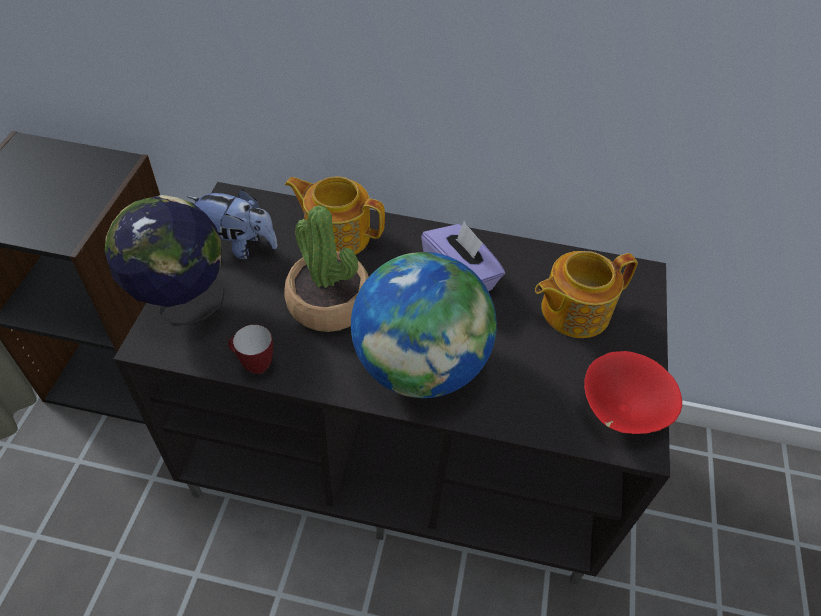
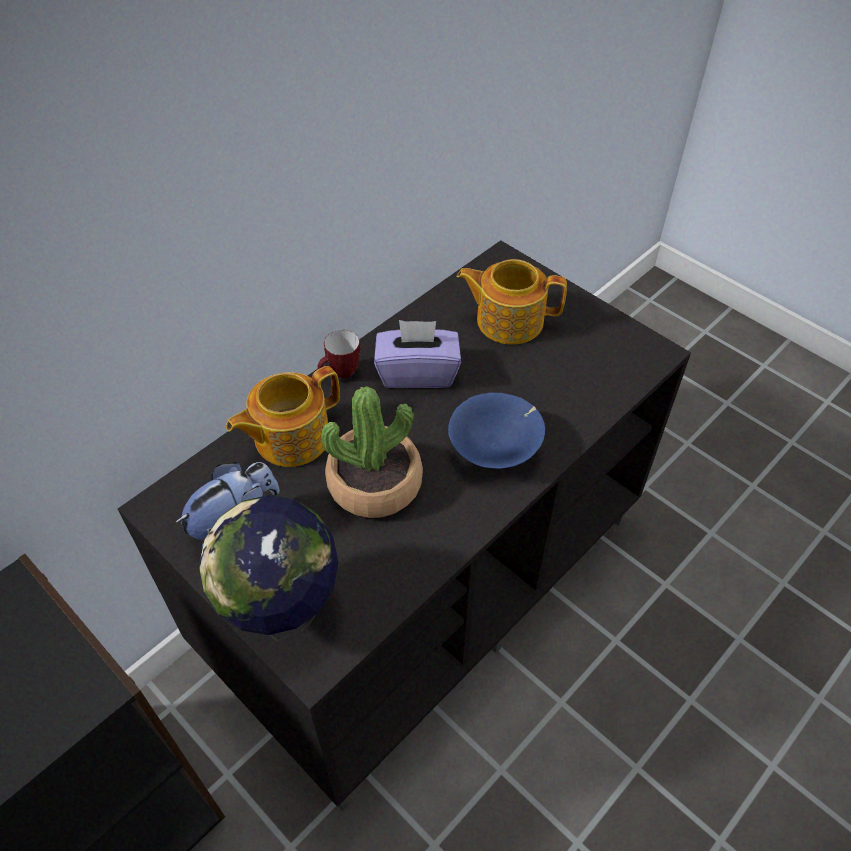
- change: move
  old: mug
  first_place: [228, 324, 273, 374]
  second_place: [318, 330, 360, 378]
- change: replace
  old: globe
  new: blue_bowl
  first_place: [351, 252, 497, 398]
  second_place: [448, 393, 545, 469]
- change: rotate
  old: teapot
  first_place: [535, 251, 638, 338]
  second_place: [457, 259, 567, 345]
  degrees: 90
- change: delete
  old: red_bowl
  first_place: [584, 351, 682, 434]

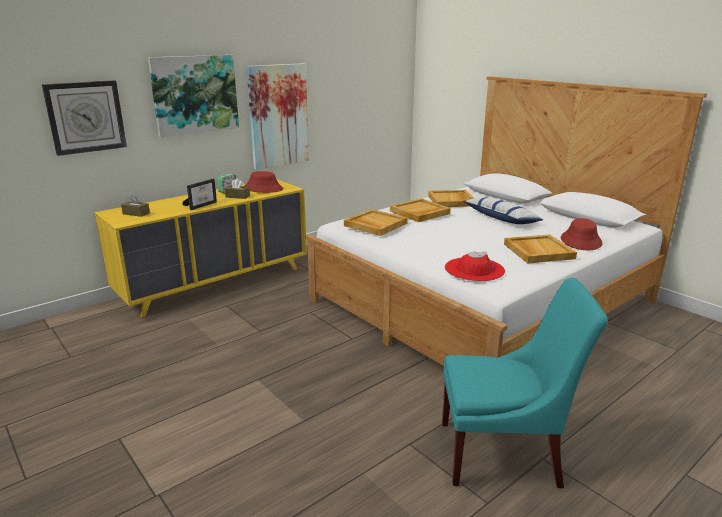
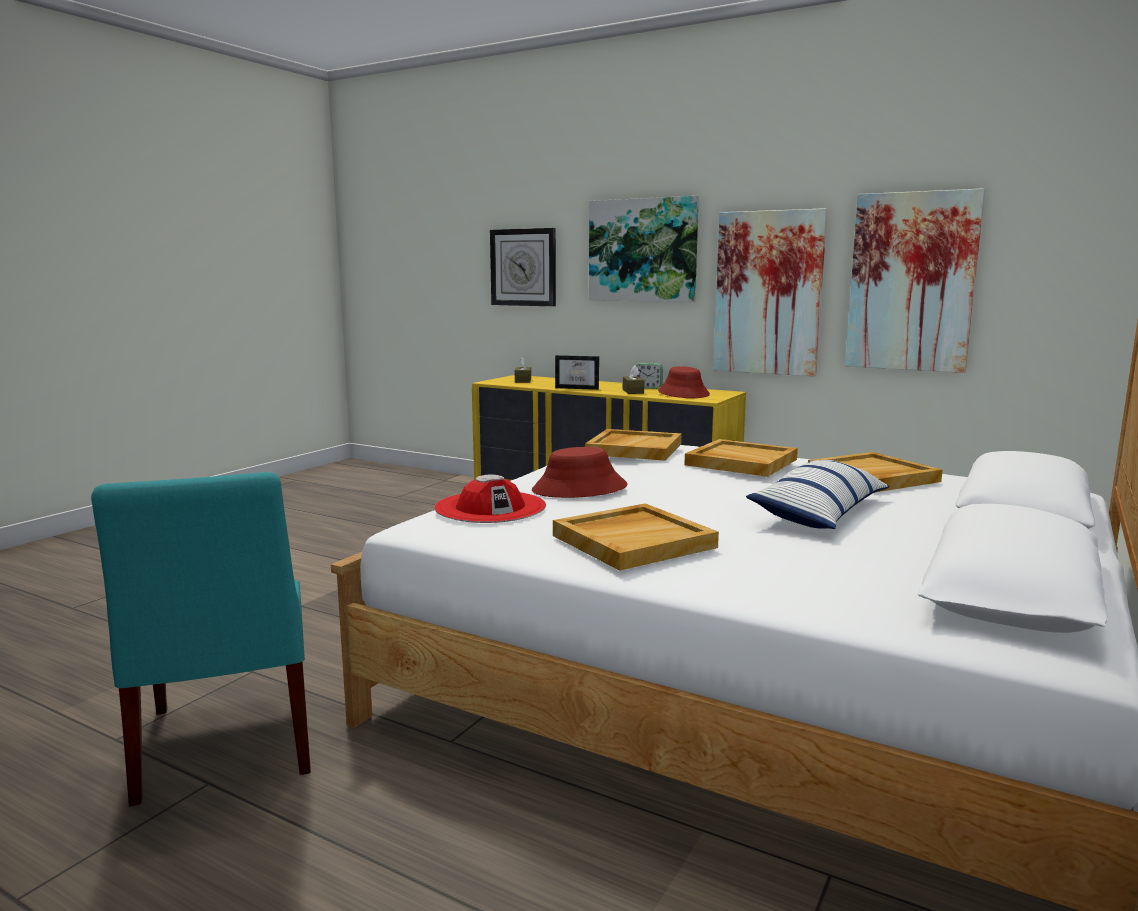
- change: move
  old: red_hat
  first_place: [561, 218, 603, 250]
  second_place: [532, 447, 628, 498]
- change: insert
  new: picture
  second_place: [845, 188, 985, 373]

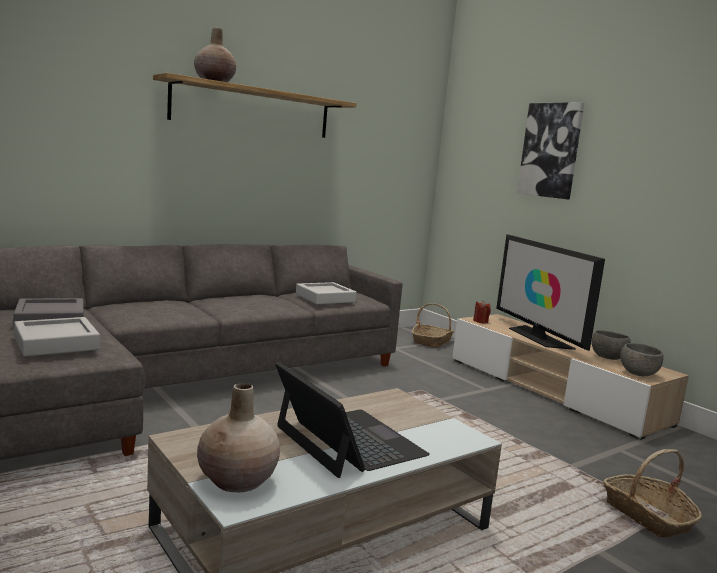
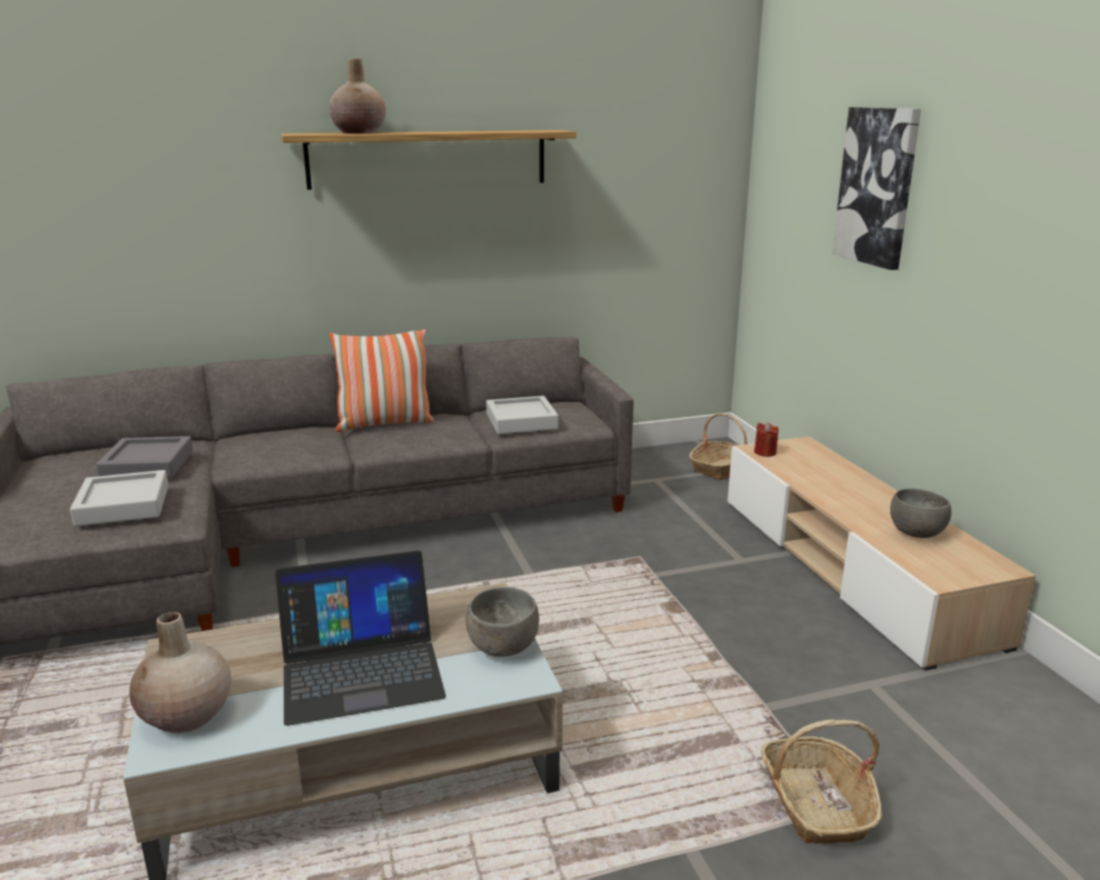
- change: rotate
  old: laptop
  first_place: [275, 362, 430, 478]
  second_place: [275, 551, 446, 726]
  degrees: 90
- change: insert
  new: pillow
  second_place: [329, 329, 434, 432]
- change: move
  old: grey_bowl
  first_place: [620, 343, 663, 376]
  second_place: [465, 587, 539, 657]
- change: delete
  old: television
  first_place: [496, 234, 605, 351]

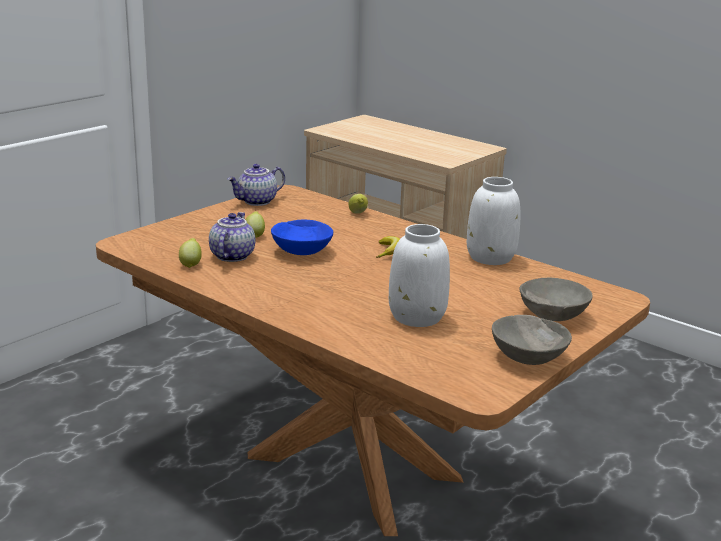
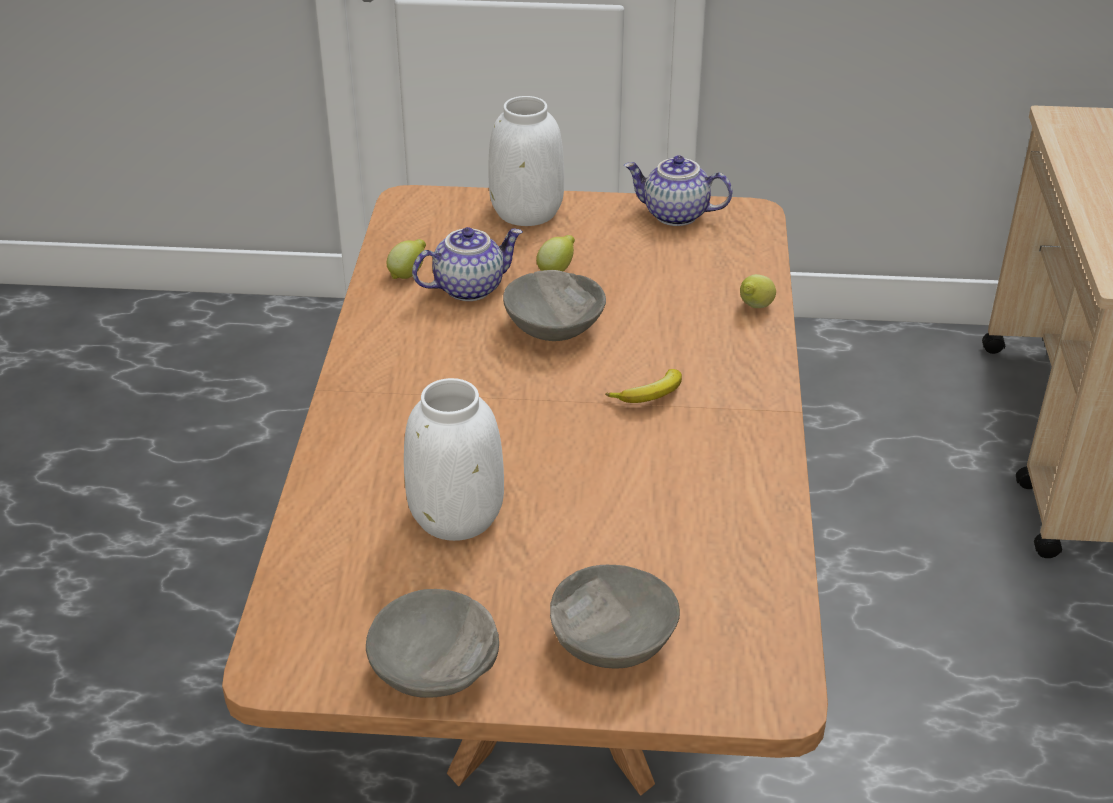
- change: move
  old: white_vase
  first_place: [467, 177, 521, 265]
  second_place: [488, 96, 564, 226]
- change: recolor
  old: blue_bowl
  new: grey_bowl
  first_place: [271, 220, 333, 255]
  second_place: [503, 270, 606, 341]

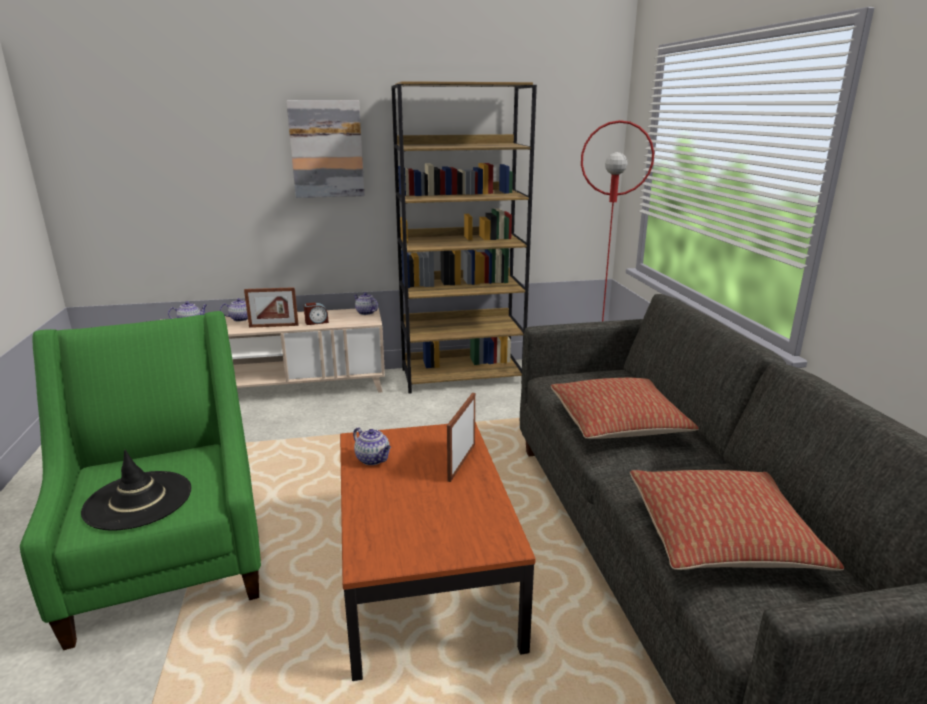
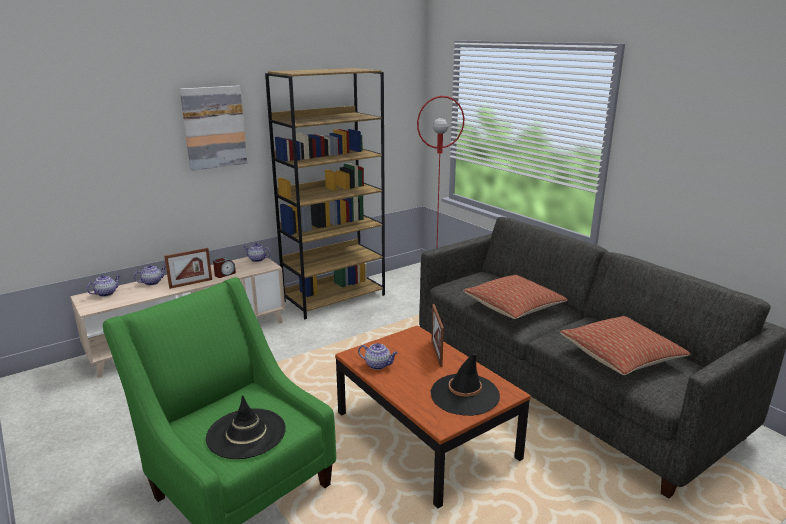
- change: insert
  new: black_hat
  second_place: [431, 353, 500, 416]

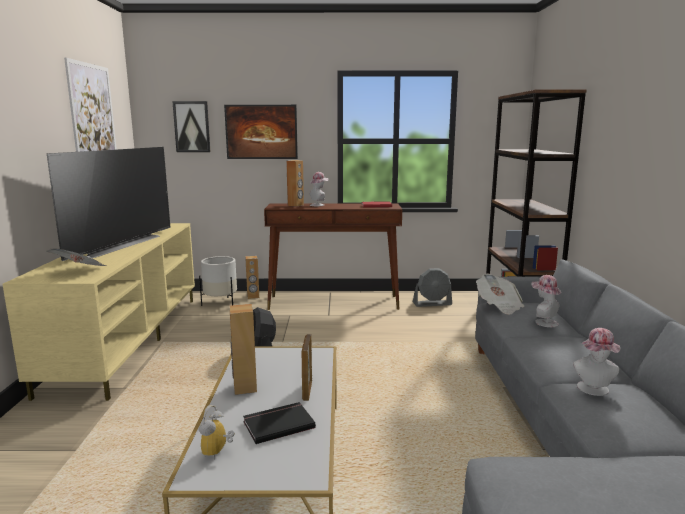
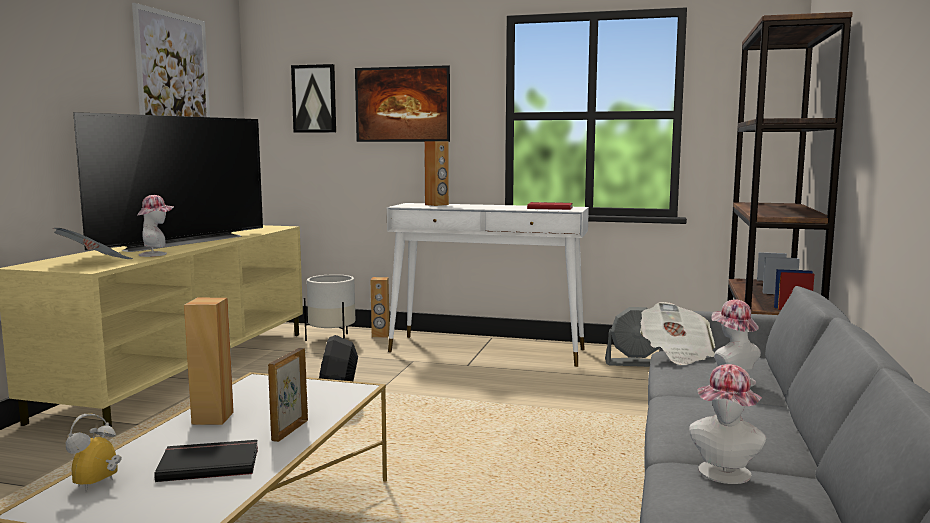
- change: move
  old: hat
  first_place: [310, 172, 328, 206]
  second_place: [137, 195, 174, 257]
- change: recolor
  old: brown_console_table
  new: white_console_table
  first_place: [264, 203, 402, 310]
  second_place: [387, 203, 589, 367]

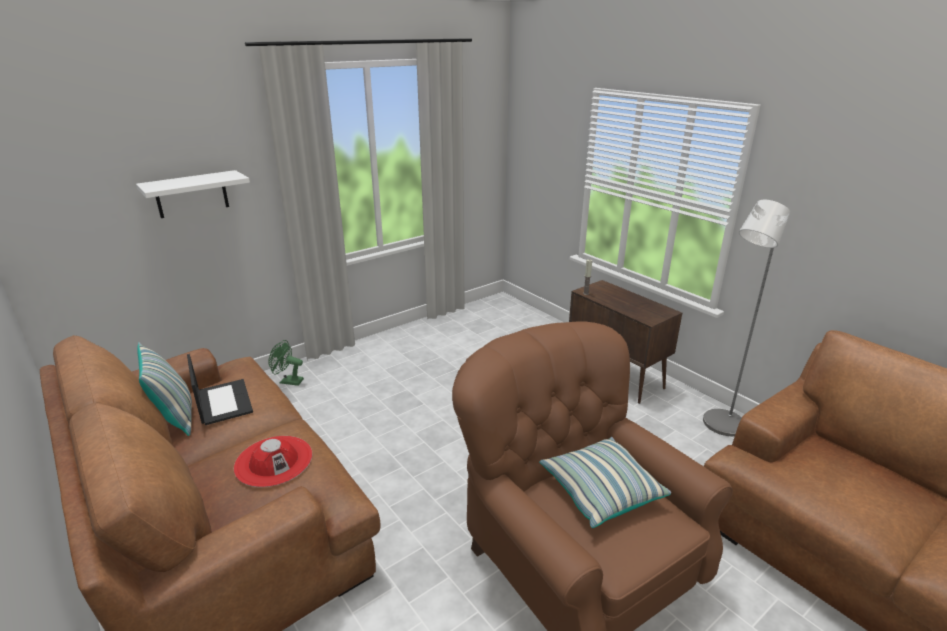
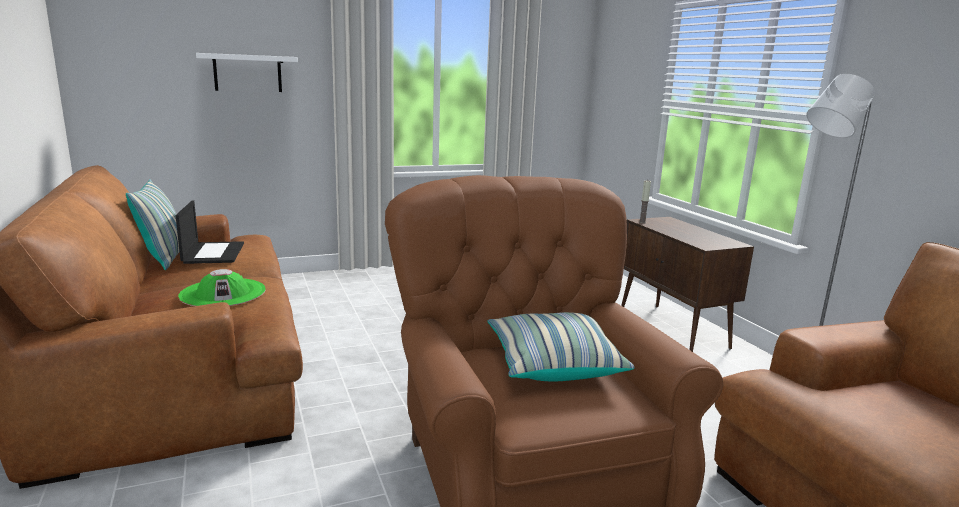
- change: recolor
  old: red_hat
  new: green_hat
  first_place: [234, 436, 312, 487]
  second_place: [178, 269, 266, 306]
- change: delete
  old: green_fan
  first_place: [269, 340, 304, 386]

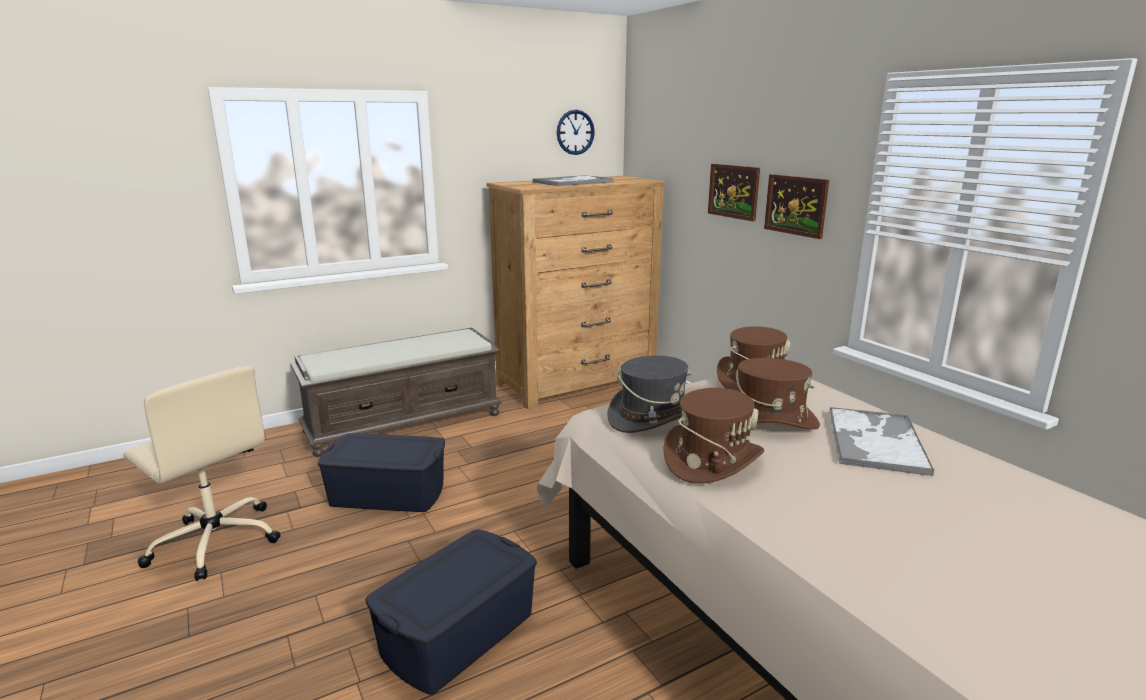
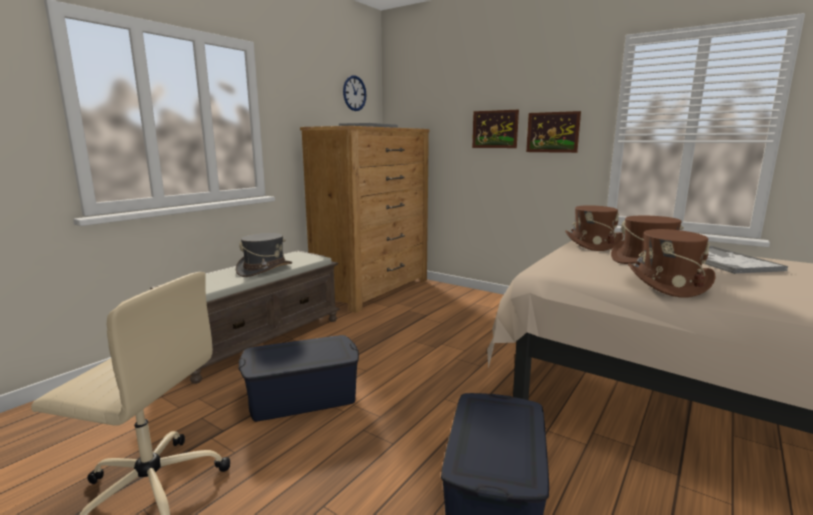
- change: move
  old: grey_hat
  first_place: [607, 356, 692, 433]
  second_place: [236, 233, 292, 277]

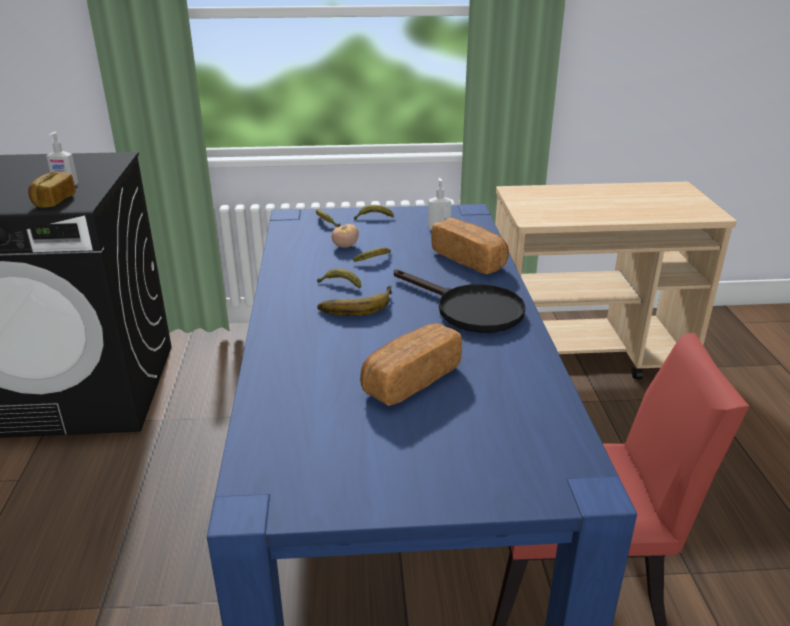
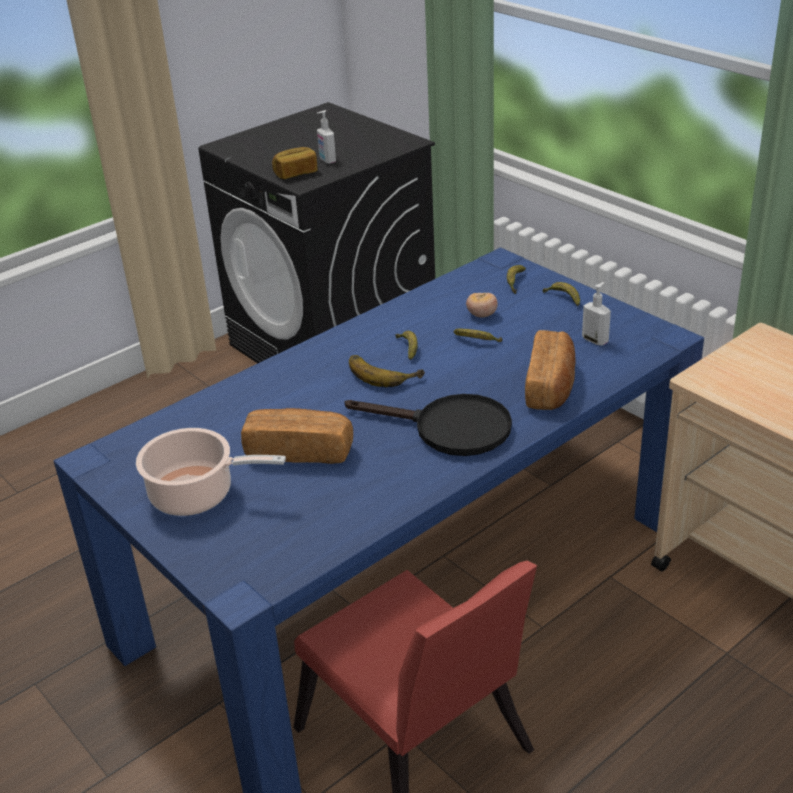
- change: insert
  new: cooking_pot
  second_place: [136, 428, 286, 516]
- change: rotate
  old: black_frying_pan
  first_place: [394, 269, 526, 333]
  second_place: [345, 394, 512, 456]
  degrees: -75

